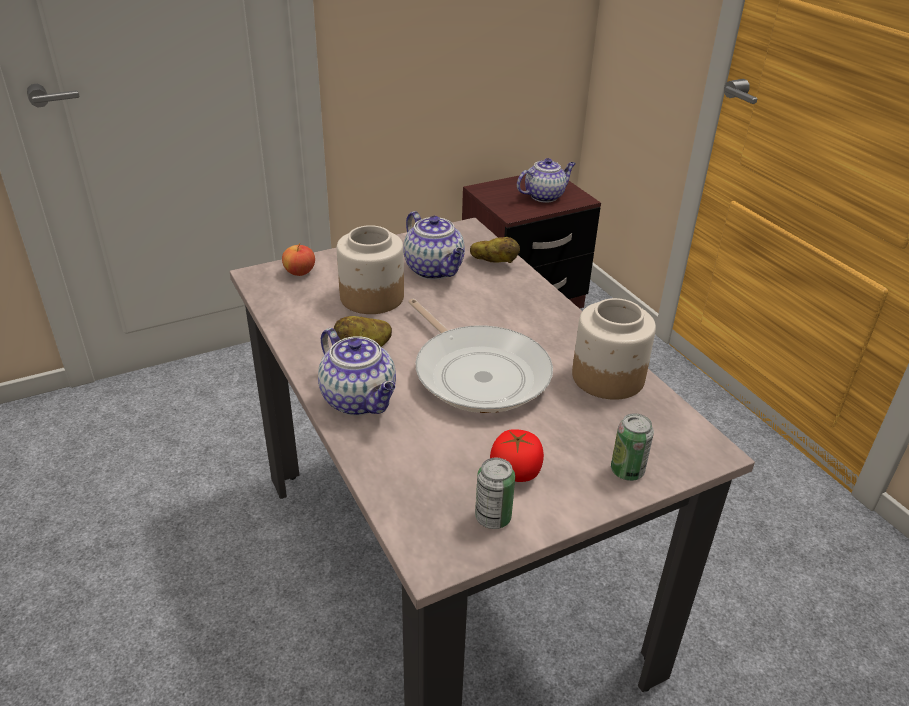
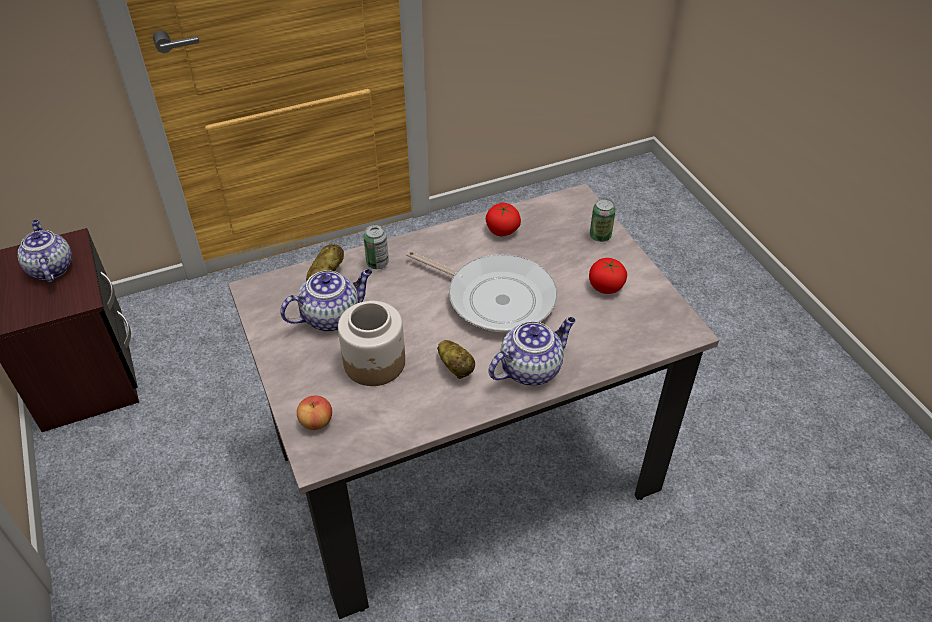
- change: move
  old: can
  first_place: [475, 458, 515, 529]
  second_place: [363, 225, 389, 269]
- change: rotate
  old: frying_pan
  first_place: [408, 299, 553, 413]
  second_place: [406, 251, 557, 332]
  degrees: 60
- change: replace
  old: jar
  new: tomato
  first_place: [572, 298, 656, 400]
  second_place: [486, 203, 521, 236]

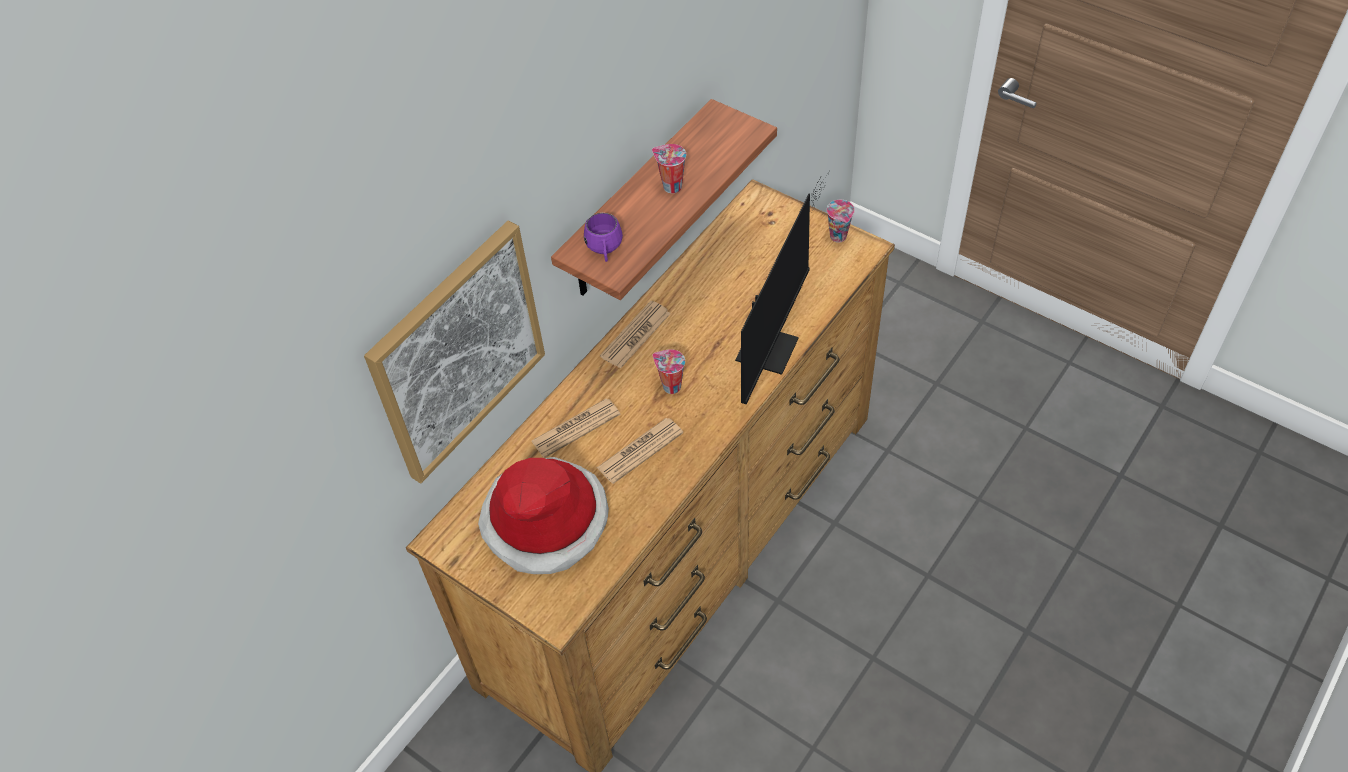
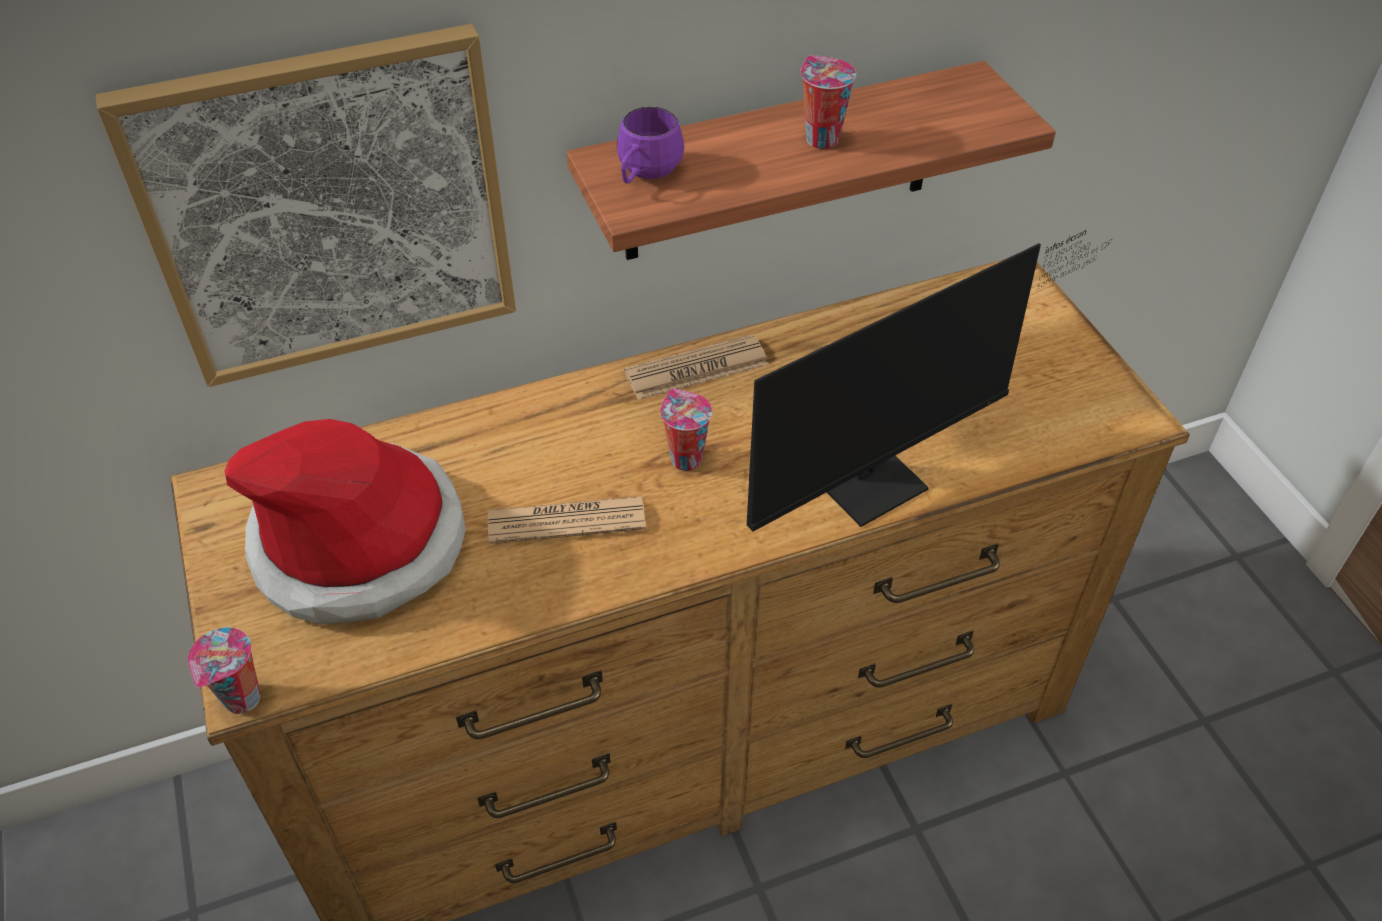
- change: move
  old: cup
  first_place: [827, 200, 855, 243]
  second_place: [188, 627, 260, 714]
- change: delete
  old: newspaper
  first_place: [531, 398, 620, 458]

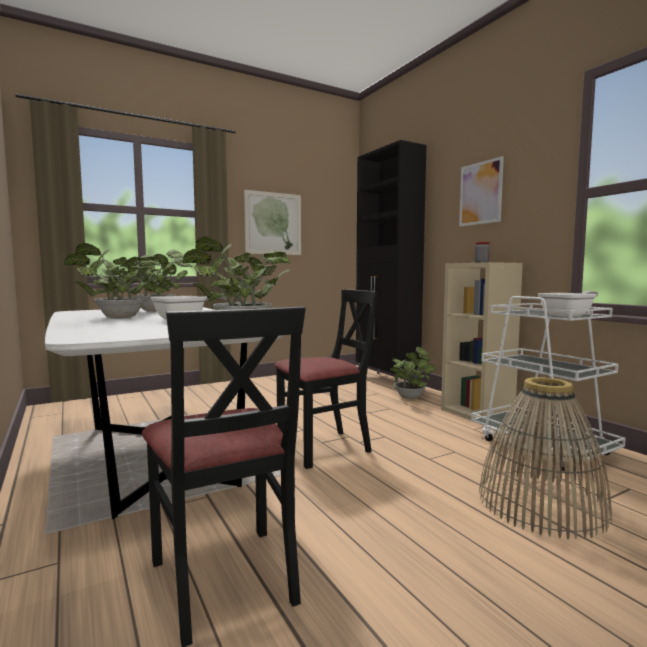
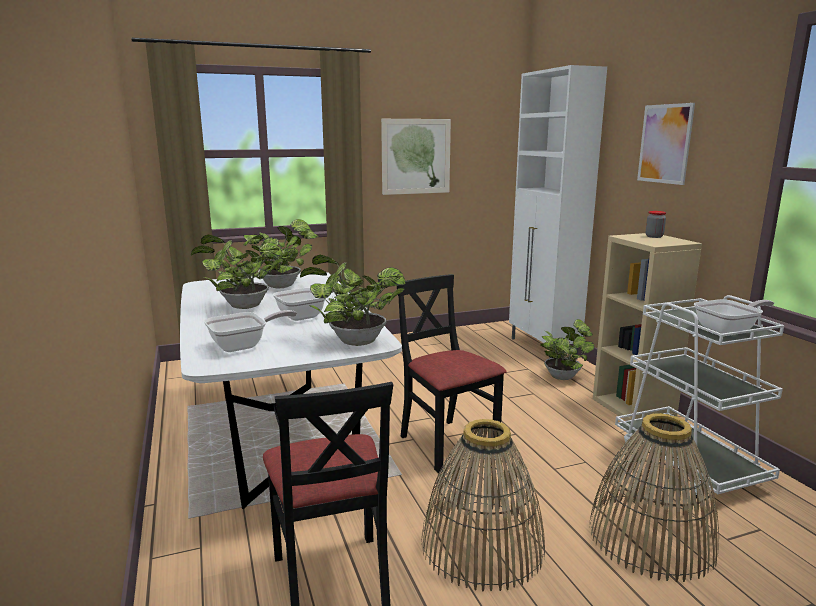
- change: insert
  new: frying_pan
  second_place: [204, 310, 297, 352]
- change: rotate
  old: black_chair
  first_place: [274, 289, 378, 469]
  second_place: [397, 274, 507, 473]
  degrees: -105
- change: insert
  new: basket
  second_place: [421, 419, 545, 592]
- change: recolor
  old: black_cabinet
  new: white_cabinet
  first_place: [356, 140, 427, 389]
  second_place: [509, 65, 607, 360]

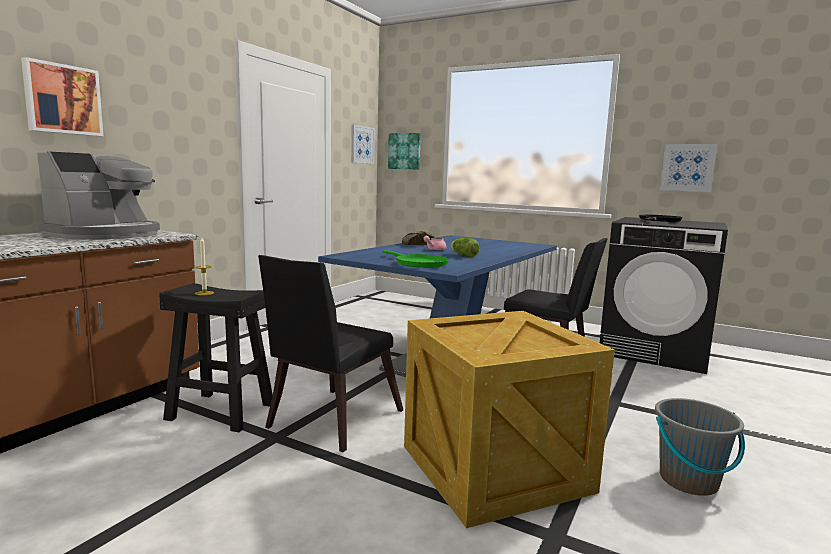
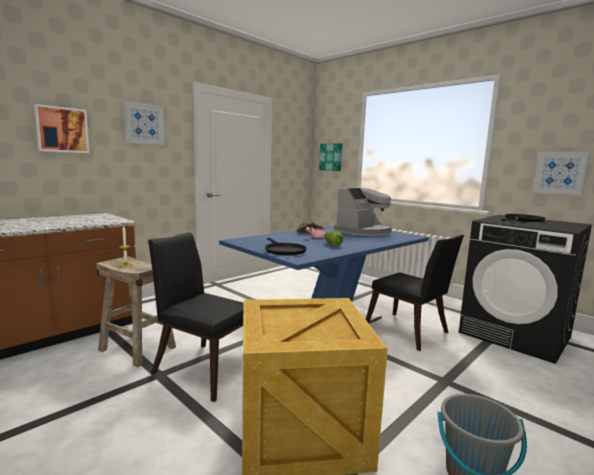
- change: recolor
  old: black_stool
  new: beige_stool
  first_place: [159, 283, 273, 432]
  second_place: [96, 256, 176, 367]
- change: move
  old: picture
  first_place: [351, 124, 375, 164]
  second_place: [124, 101, 165, 145]
- change: rotate
  old: black_chair
  first_place: [258, 255, 403, 452]
  second_place: [148, 232, 244, 402]
  degrees: 75
- change: recolor
  old: green_frying_pan
  new: black_frying_pan
  first_place: [383, 250, 449, 268]
  second_place: [265, 238, 307, 256]
- change: move
  old: coffee_machine
  first_place: [37, 151, 160, 240]
  second_place: [334, 187, 392, 236]

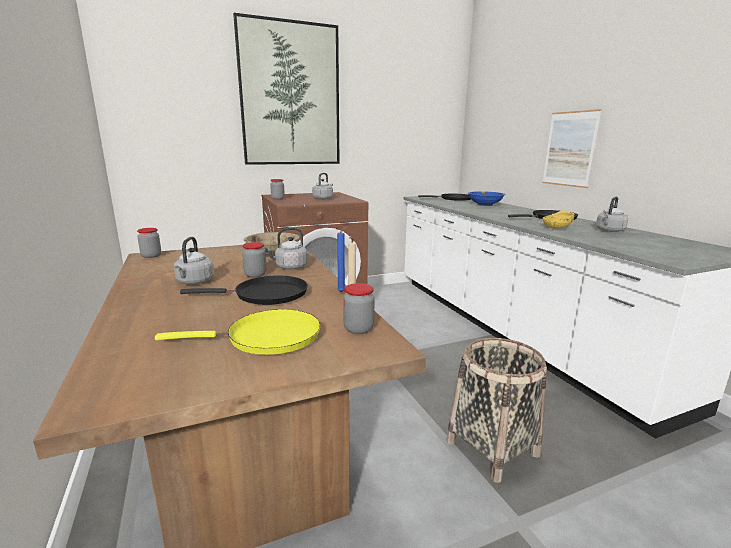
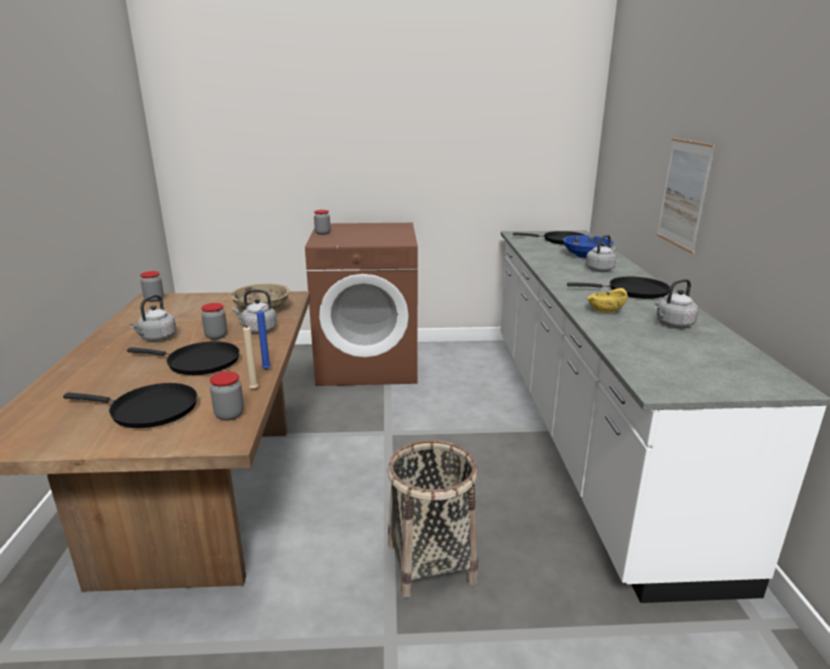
- change: recolor
  old: yellow_frying_pan
  new: black_frying_pan
  first_place: [155, 309, 321, 355]
  second_place: [63, 383, 197, 428]
- change: move
  old: grey_kettle
  first_place: [312, 173, 333, 200]
  second_place: [586, 235, 616, 272]
- change: delete
  old: picture
  first_place: [233, 13, 340, 165]

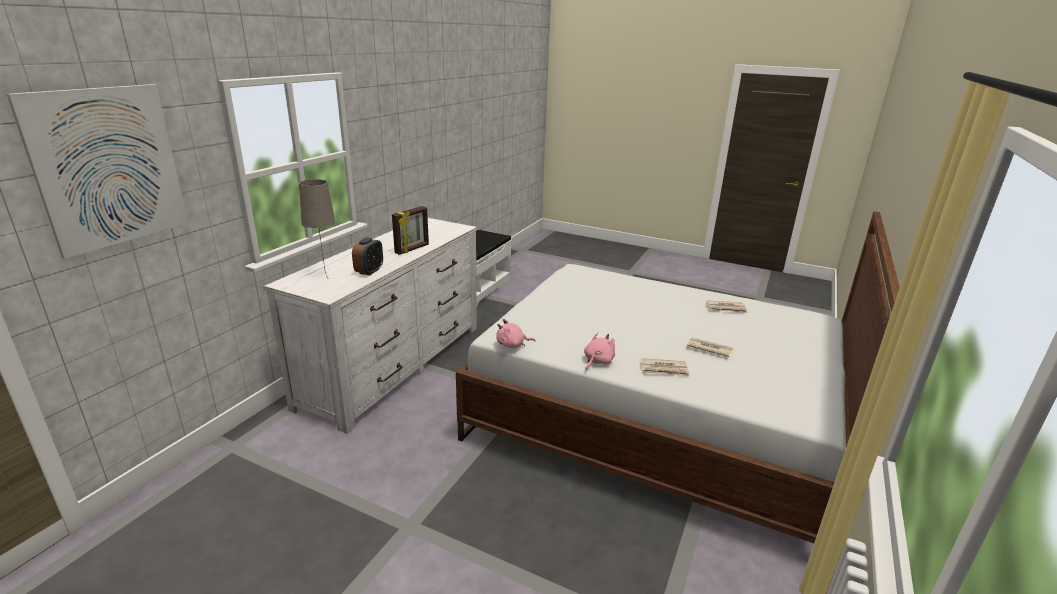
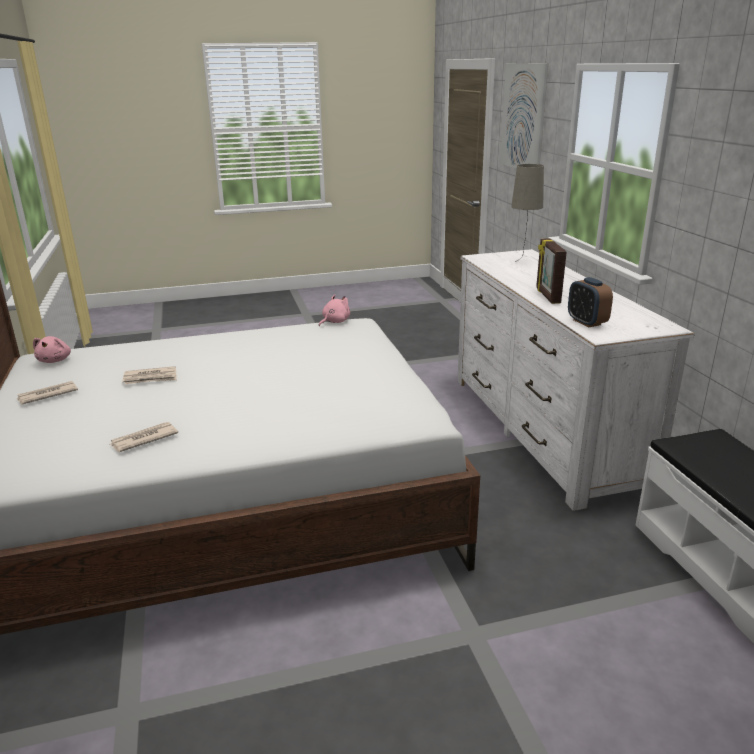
- change: move
  old: newspaper
  first_place: [642, 358, 690, 377]
  second_place: [16, 381, 78, 404]
- change: move
  old: pink_plush_toy
  first_place: [584, 332, 615, 370]
  second_place: [33, 336, 71, 363]
- change: move
  old: alarm_clock
  first_place: [352, 237, 383, 276]
  second_place: [568, 277, 613, 328]

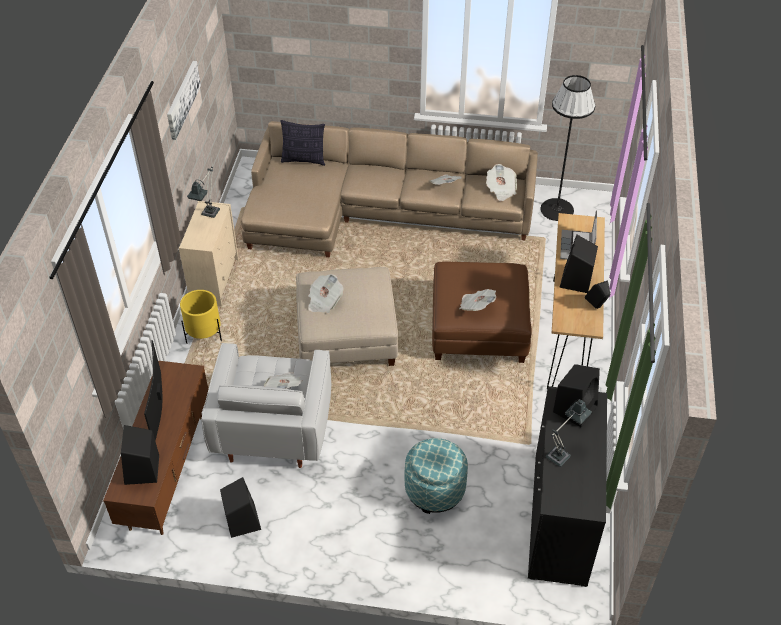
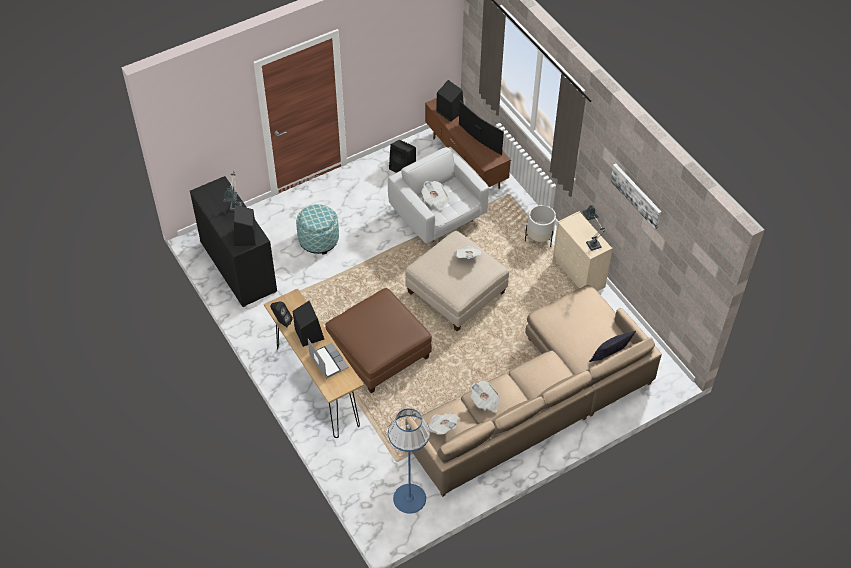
- change: recolor
  old: black_floor_lamp
  new: blue_floor_lamp
  first_place: [540, 75, 596, 221]
  second_place: [388, 408, 430, 514]
- change: recolor
  old: yellow_planter
  new: white_planter
  first_place: [180, 290, 222, 344]
  second_place: [525, 205, 556, 247]
- change: delete
  old: newspaper
  first_place: [459, 289, 496, 311]

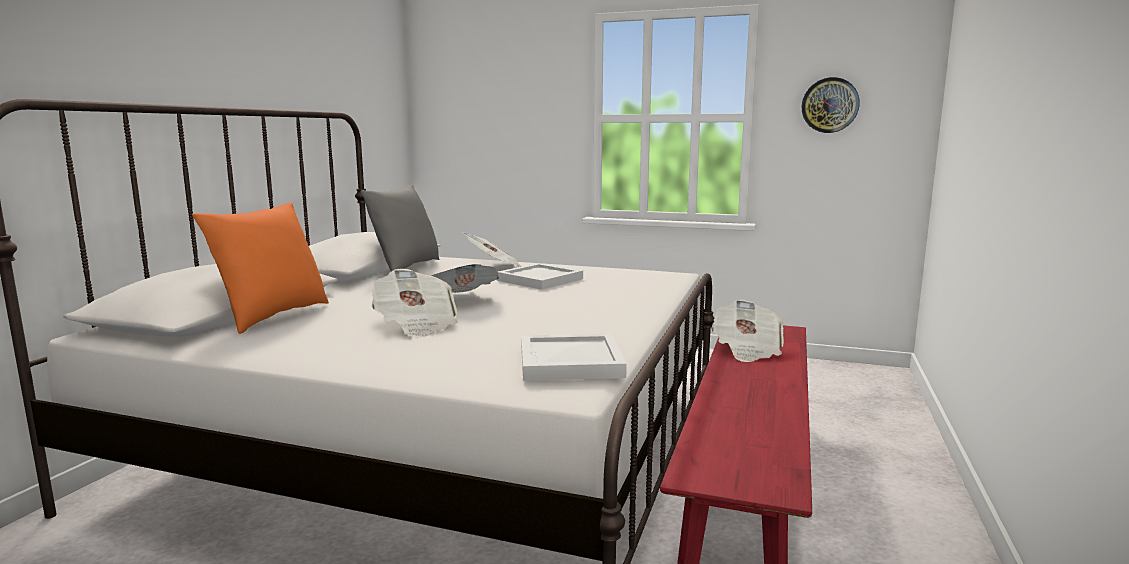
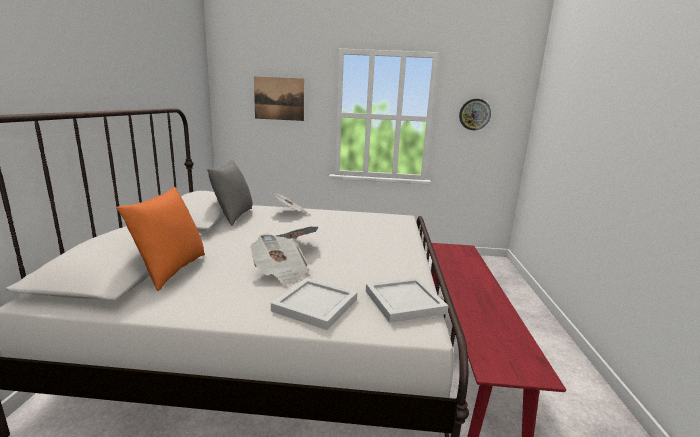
- change: insert
  new: picture
  second_place: [254, 77, 304, 121]
- change: move
  old: white_tray
  first_place: [497, 263, 583, 290]
  second_place: [271, 278, 357, 330]
- change: delete
  old: newspaper
  first_place: [711, 300, 784, 362]

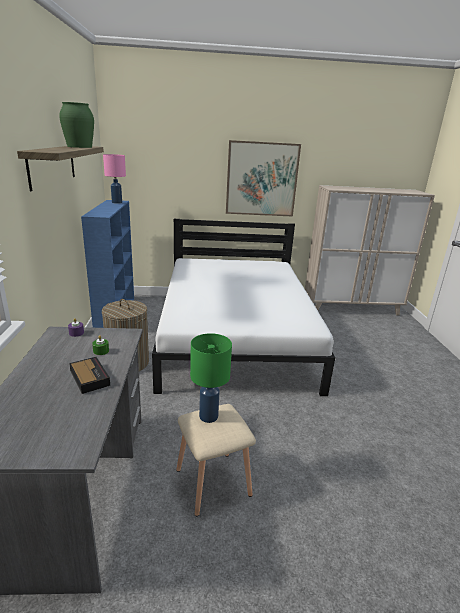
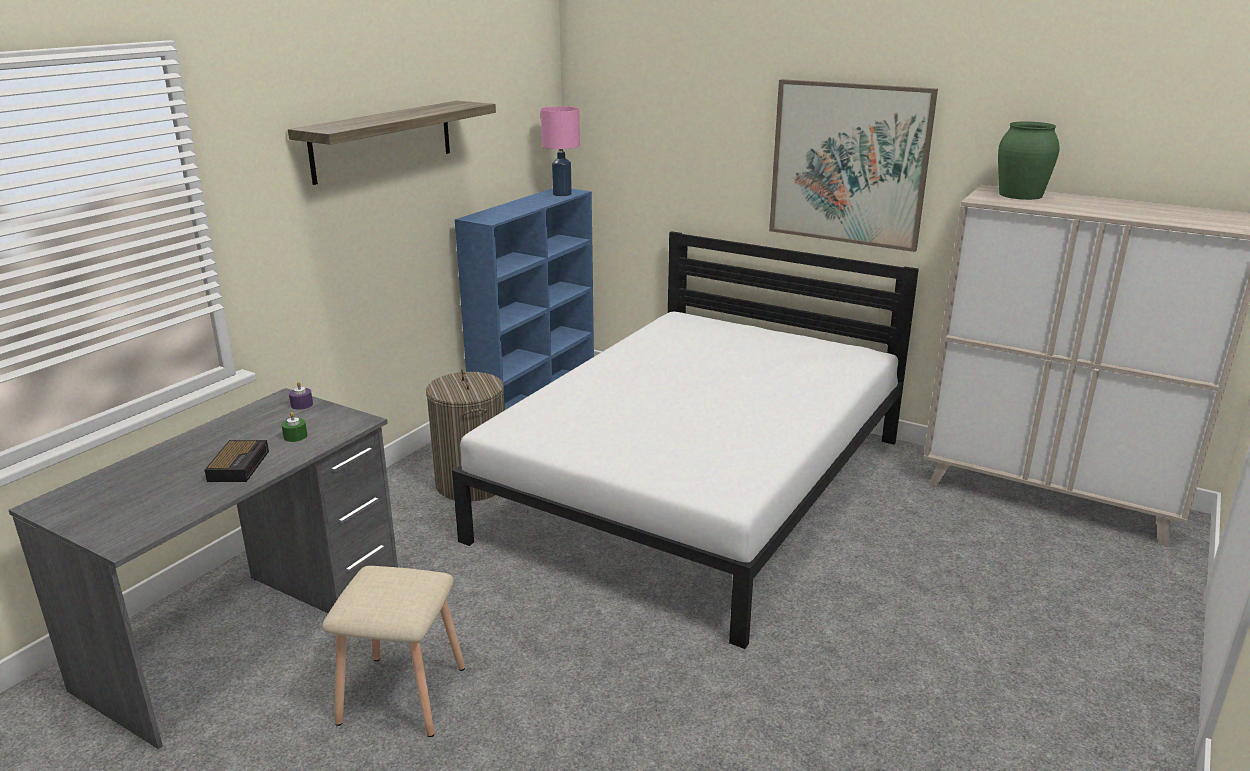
- change: move
  old: green_vase
  first_place: [59, 102, 94, 148]
  second_place: [998, 122, 1060, 200]
- change: delete
  old: green_table_lamp
  first_place: [190, 333, 232, 423]

